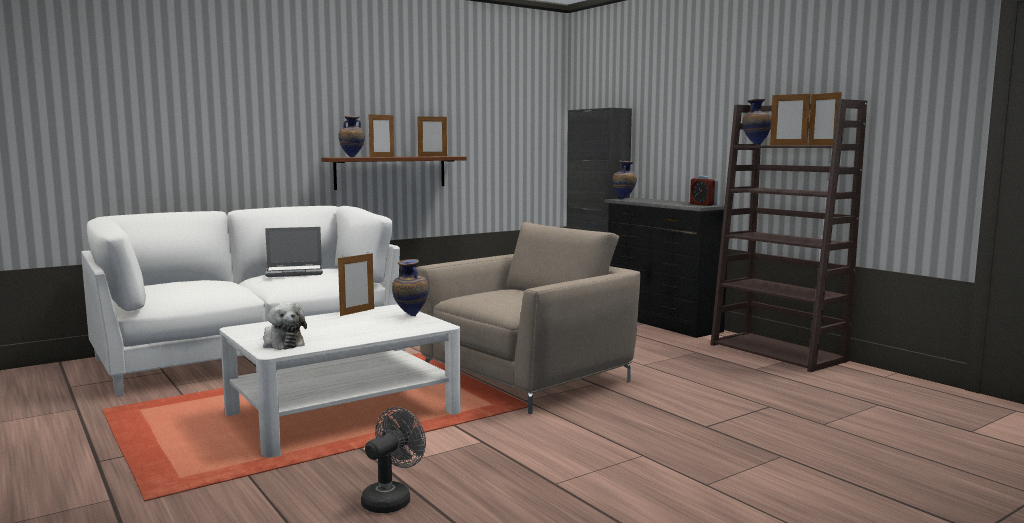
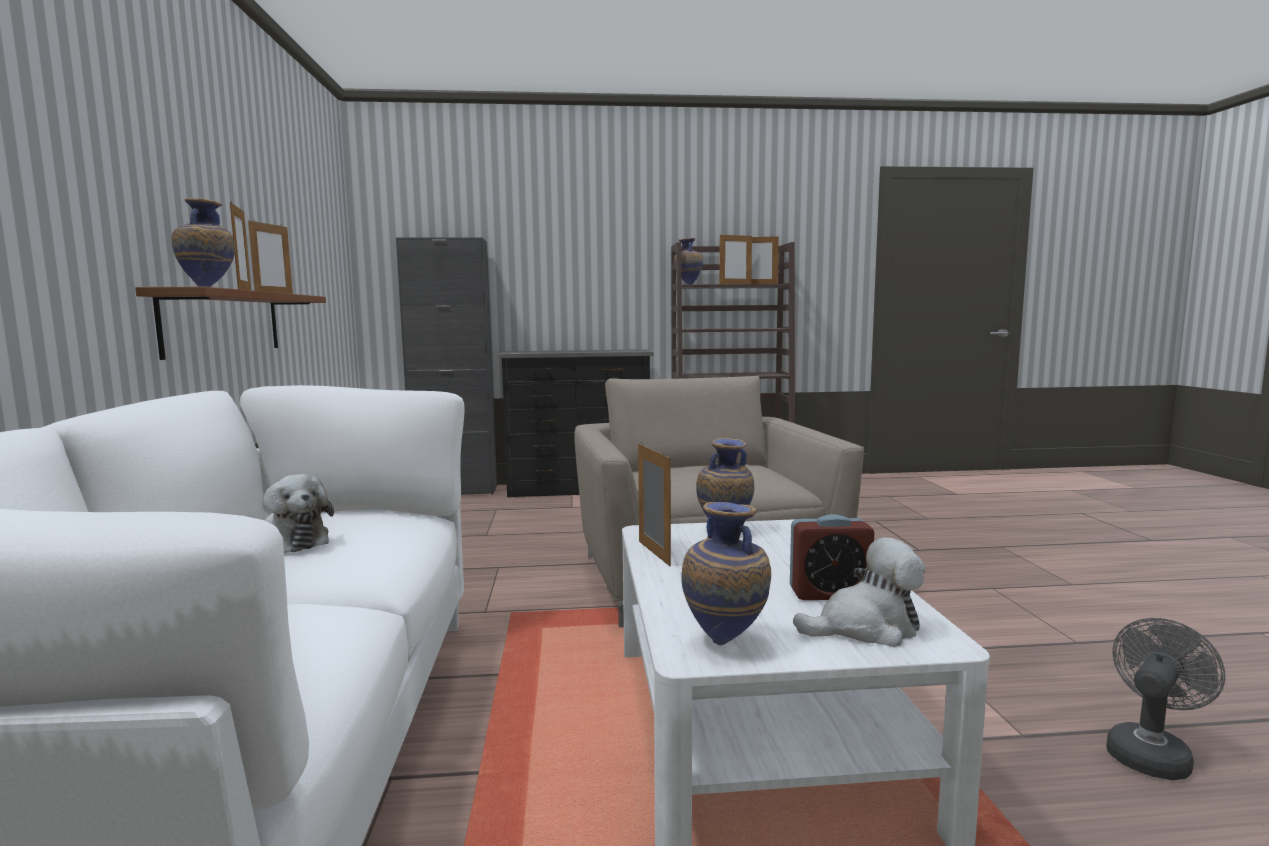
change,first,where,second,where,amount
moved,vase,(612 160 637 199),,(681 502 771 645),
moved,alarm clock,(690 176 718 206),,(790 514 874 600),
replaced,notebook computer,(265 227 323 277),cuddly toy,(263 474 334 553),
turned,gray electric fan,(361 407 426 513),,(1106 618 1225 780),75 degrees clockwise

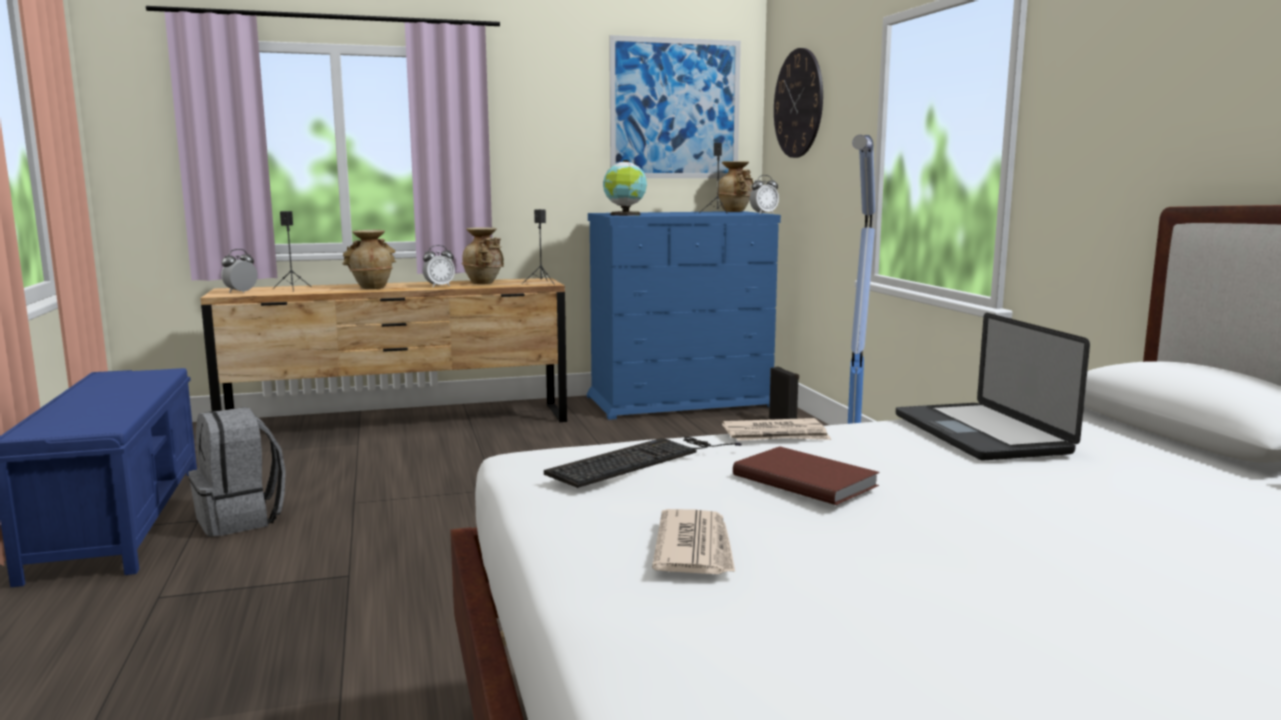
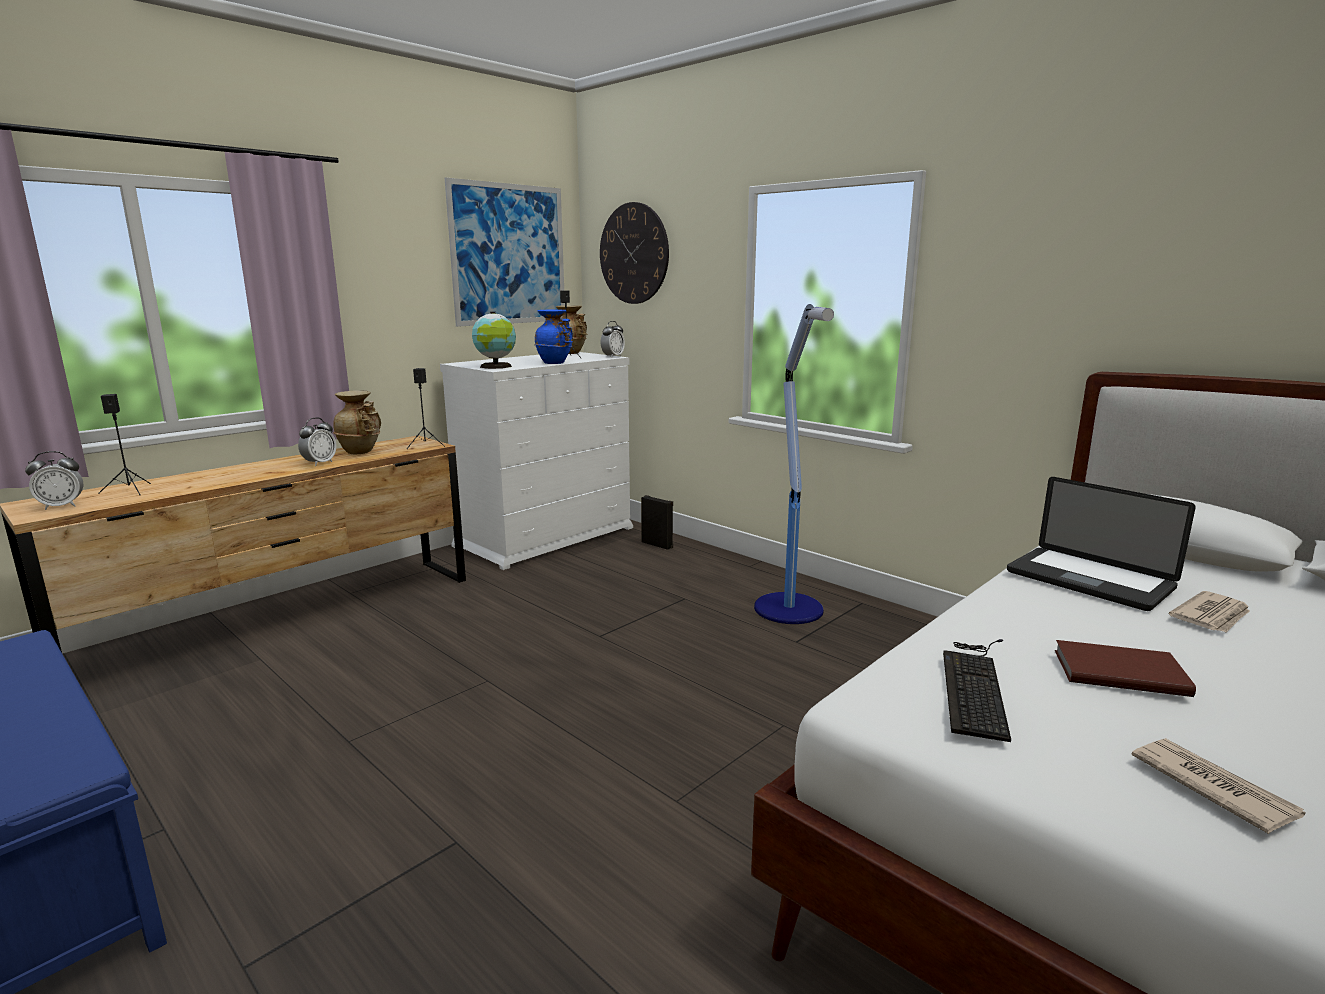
change,first,where,second,where,amount
removed,gray knapsack,(188 407 286 537),,,
removed,beige-coloured vase,(342 230 396 289),,,
added,,,blue-coloured vase,(534 309 573 364),
moved,printed paper,(722 418 831 441),,(1169 591 1250 632),
recoloured,blue-coloured chest of drawers,(587 211 781 420),white-coloured chest of drawers,(440 352 633 570),
turned,alarm clock,(221 249 257 293),,(25 451 83 510),120 degrees counterclockwise

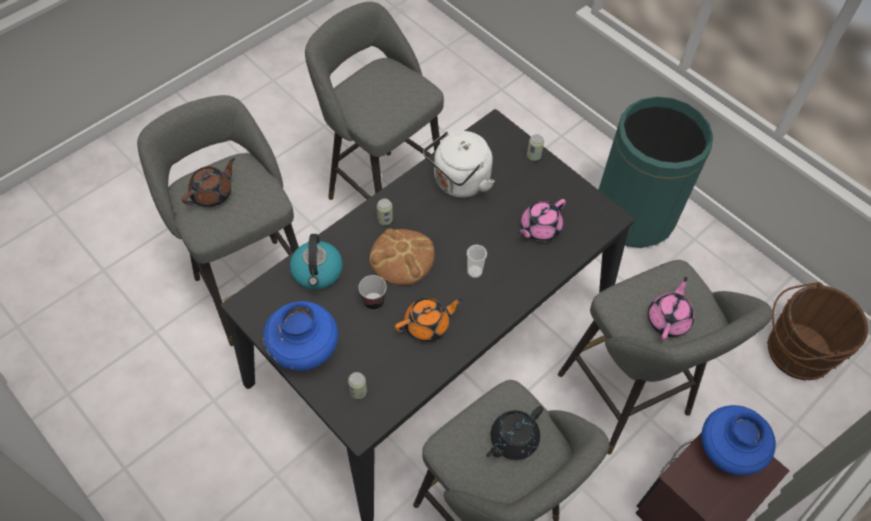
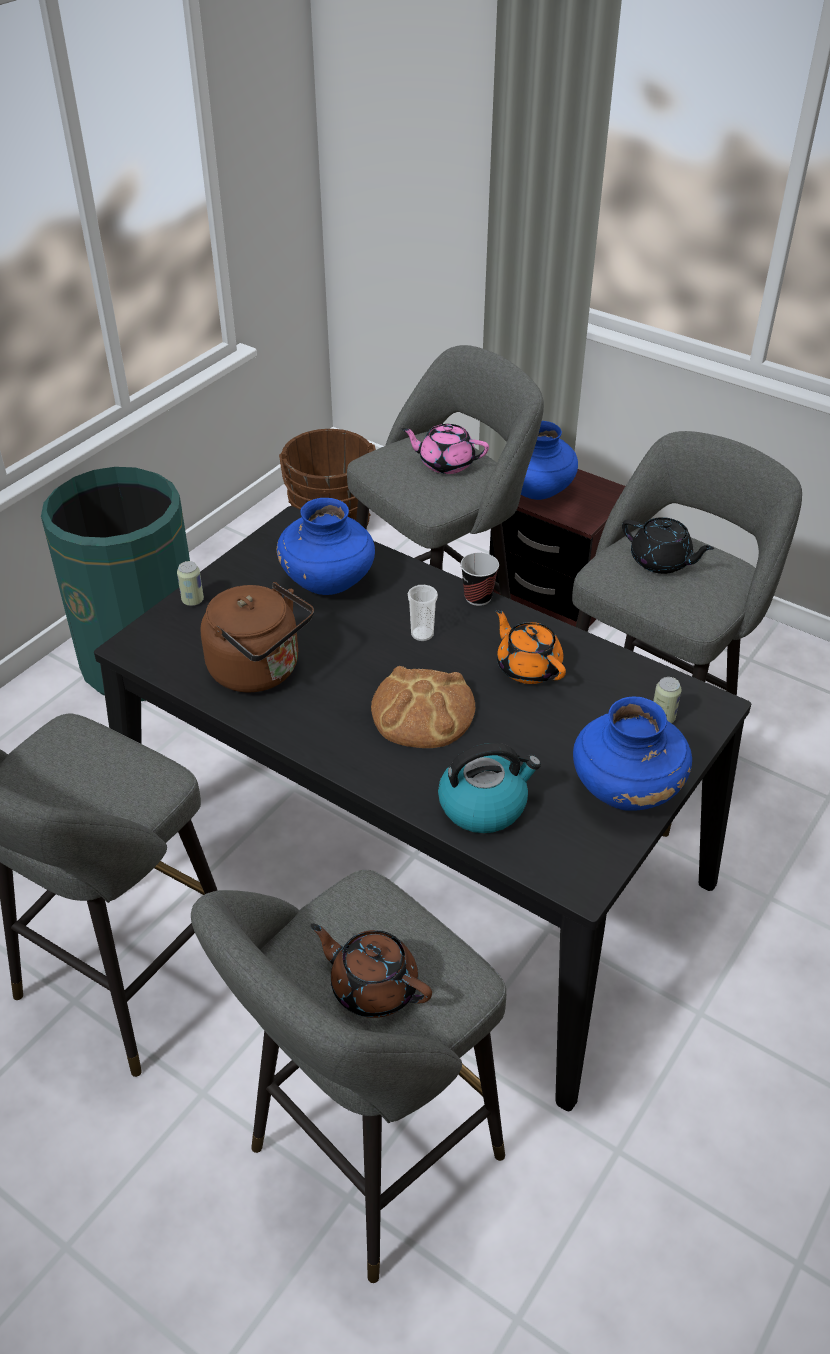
change,first,where,second,where,amount
removed,metal can,(377 199 393 225),,,
moved,cup,(359 275 386 310),,(461 553 499 606),
replaced,pink-coloured teapot,(518 199 566 242),blue-coloured vase,(277 498 375 595),
recoloured,white-coloured kettle,(423 131 494 198),brown-coloured kettle,(200 582 314 692),

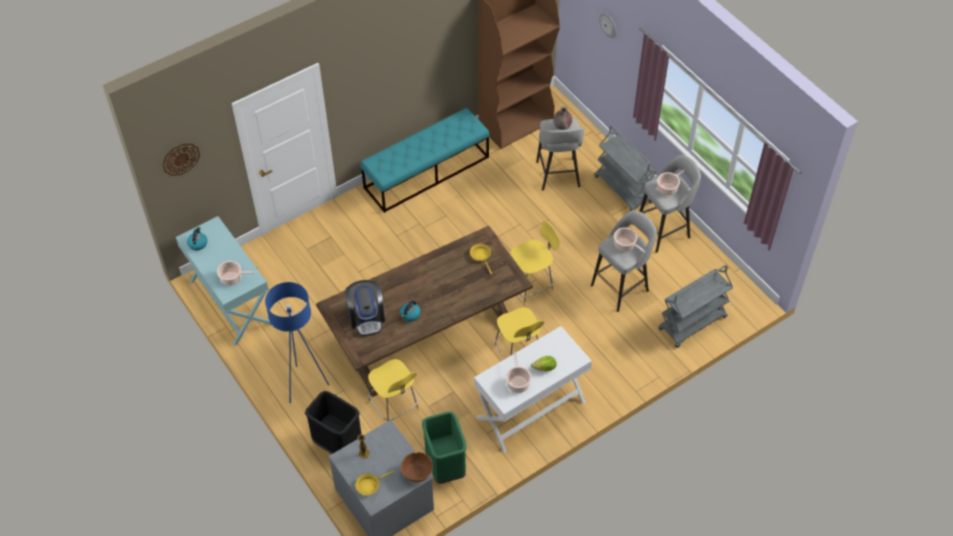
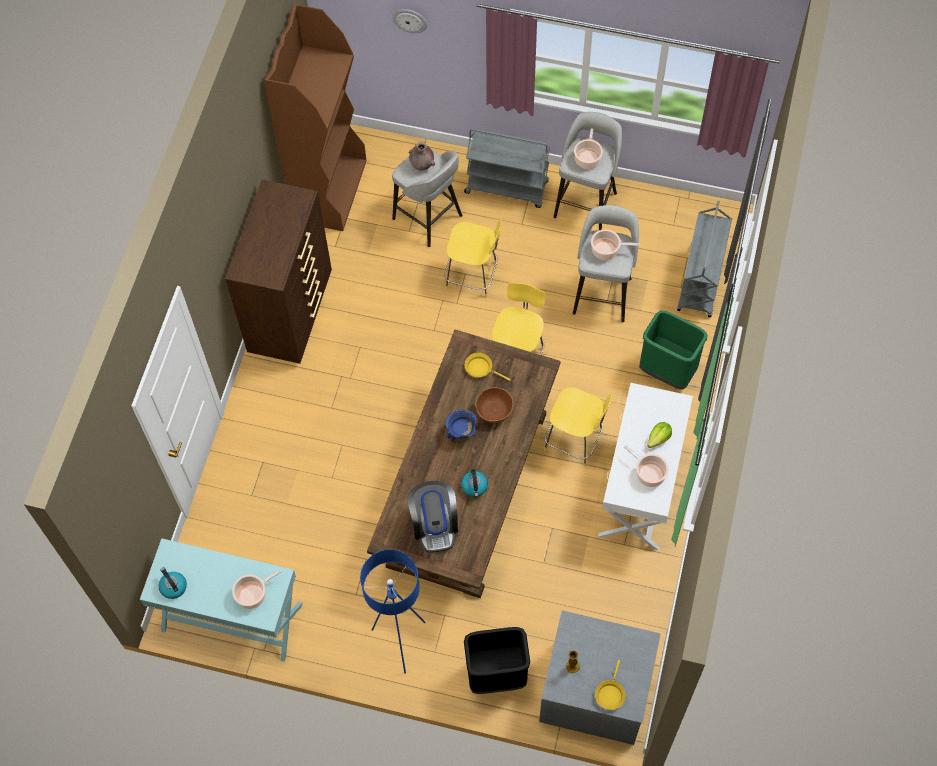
change,first,where,second,where,amount
removed,hanging clock,(162 143 200 176),,,
added,,,blue-coloured stockpot,(446 409 476 442),
moved,yellow chair,(368 359 419 421),,(444 216 503 298),
moved,brown-coloured serving bowl,(401 452 433 482),,(475 387 514 423),
moved,greenish rubbish bin,(422 412 467 484),,(639 310 707 390),
replaced,blue-green long seat,(360 108 490 213),brown-coloured chest of drawers,(225 180 332 364),
turned,coffee machine,(345 280 385 336),,(408 481 458 553),45 degrees clockwise

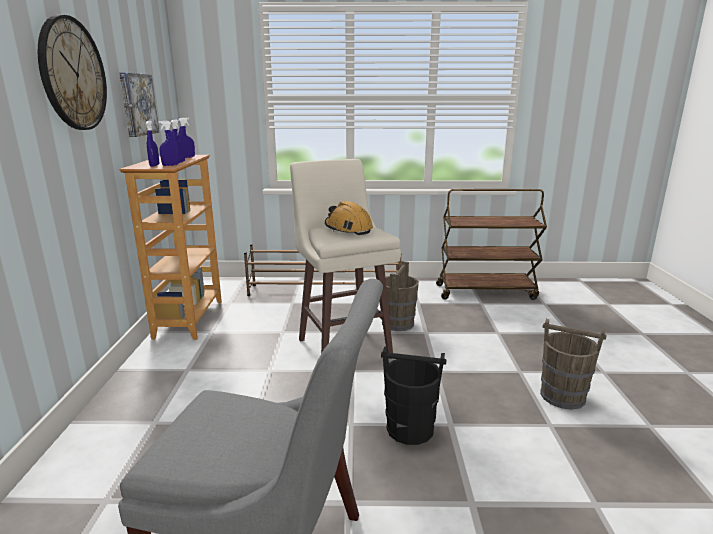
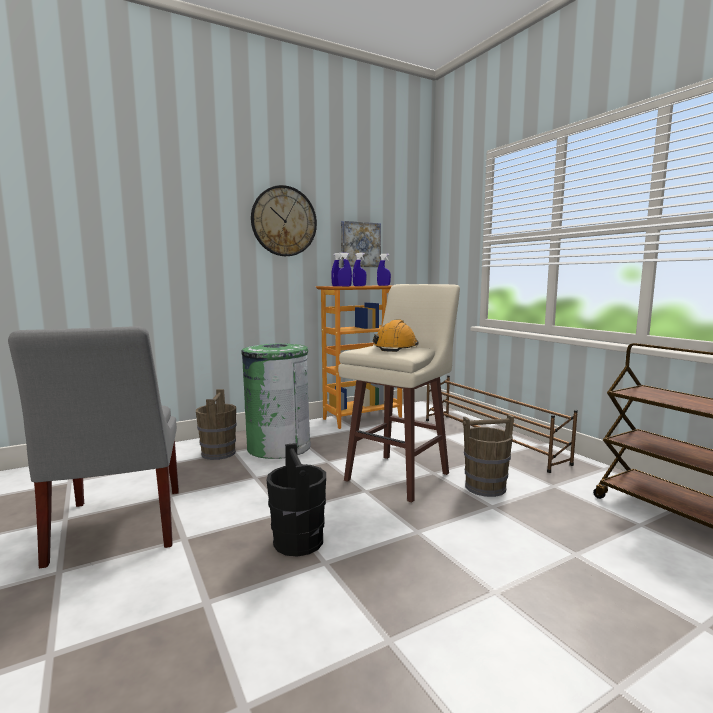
change,first,where,second,where,amount
added,,,greenish rubbish bin,(241 343 311 459),
moved,brown-coloured water bucket,(540 319 606 410),,(196 389 237 460),

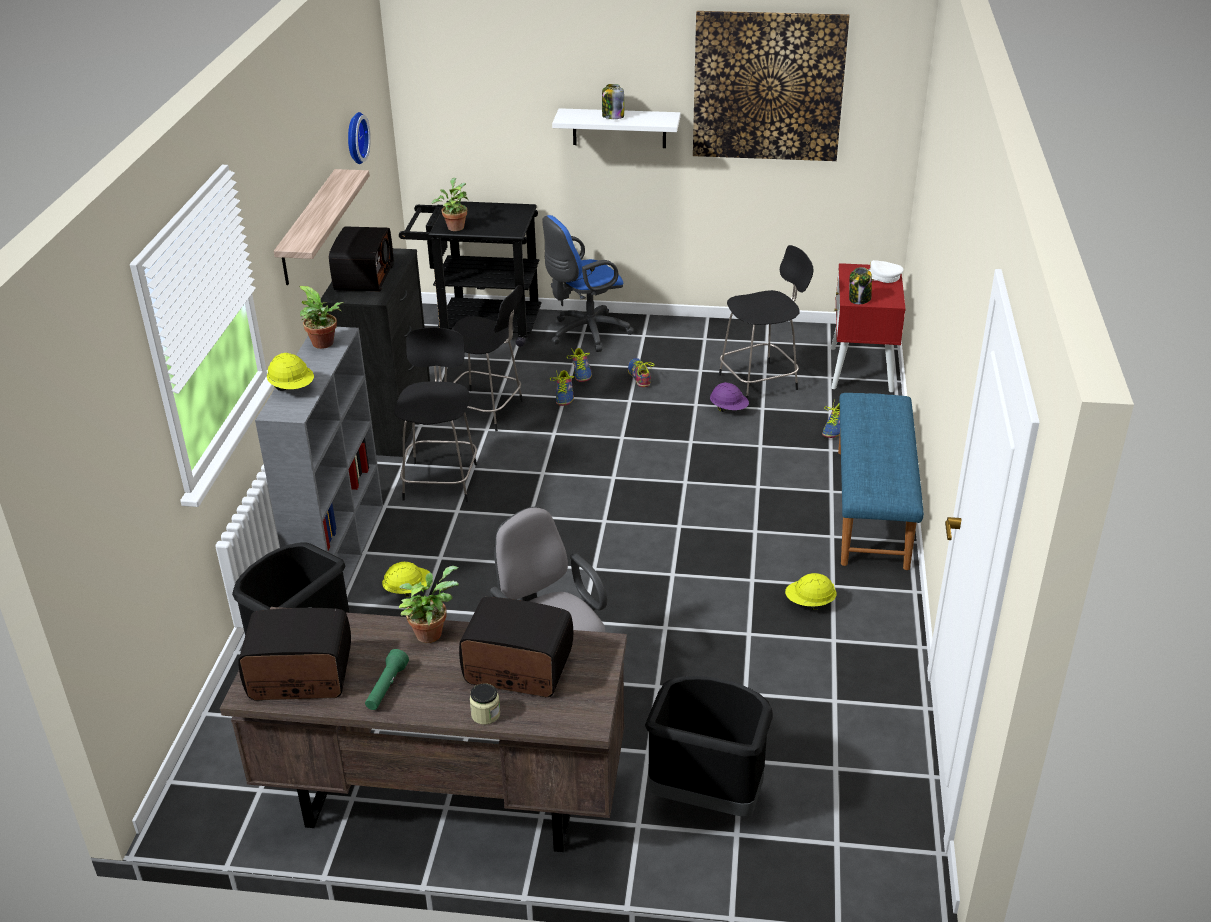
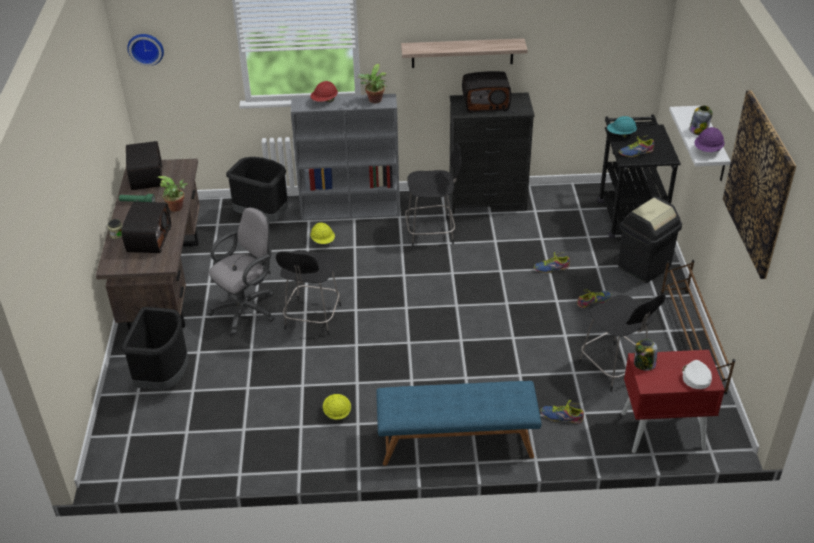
change,first,where,second,where,amount
added,,,brown-coloured shoe rack,(661 260 735 394),
moved,hanging clock,(348 112 371 164),,(127 34 164 66),
moved,black-coloured stool seat,(444 285 523 432),,(276 250 341 336),
moved,low shoe,(567 348 592 382),,(619 135 654 157),
moved,purple hard hat,(710 382 749 412),,(694 127 725 152),
replaced,potted plant,(431 178 468 231),blue-green hard hat,(607 116 637 138),
replaced,blue-coloured office chair,(543 215 634 352),black-coloured rubbish bin,(618 197 682 283),
recoloured,yellow hard hat,(267 353 314 391),red hard hat,(311 81 338 102),

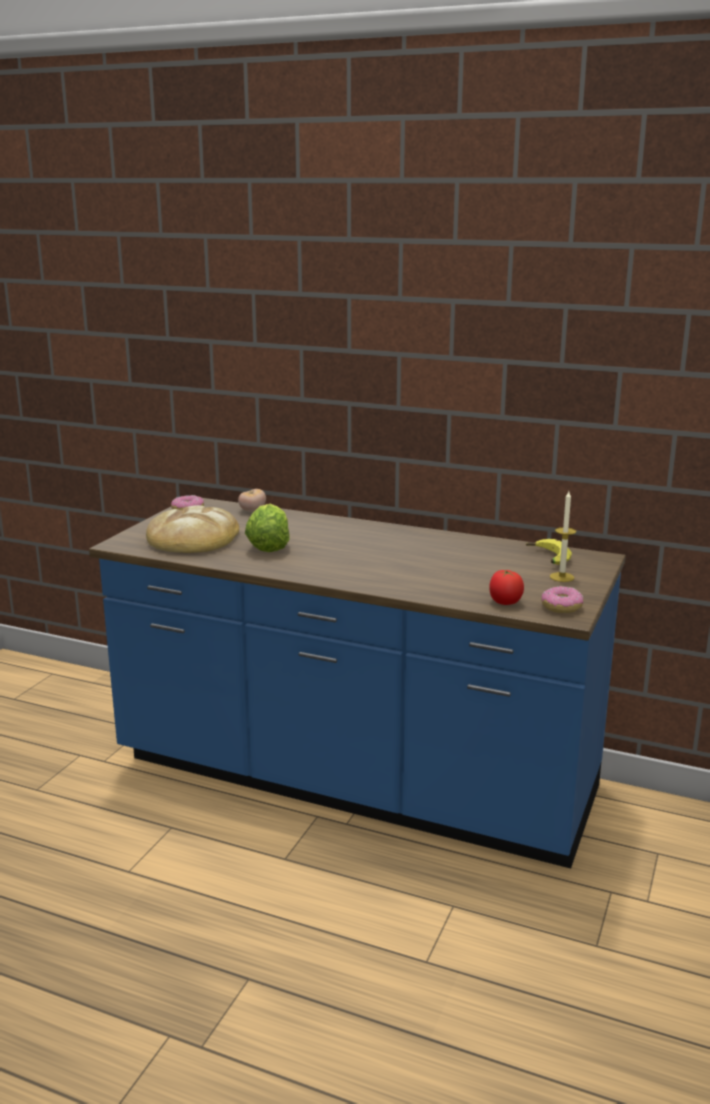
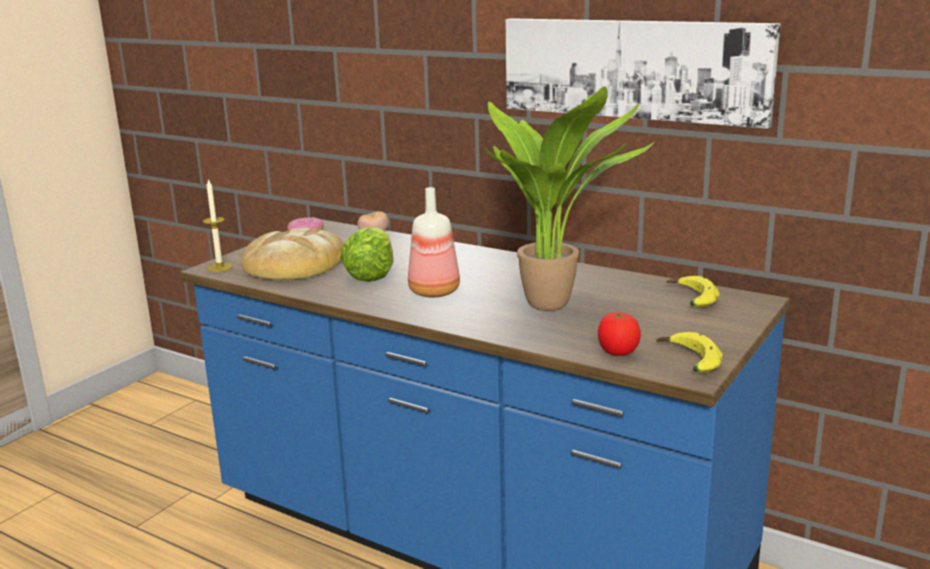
change,first,where,second,where,amount
added,,,beverage bottle,(408 187 460 297),
added,,,potted plant,(485 87 654 311),
added,,,wall picture,(506 18 781 129),
moved,wax candle,(550 491 576 582),,(203 178 233 272),
replaced,ring doughnut,(541 586 583 613),banana fruit,(656 332 722 373),

